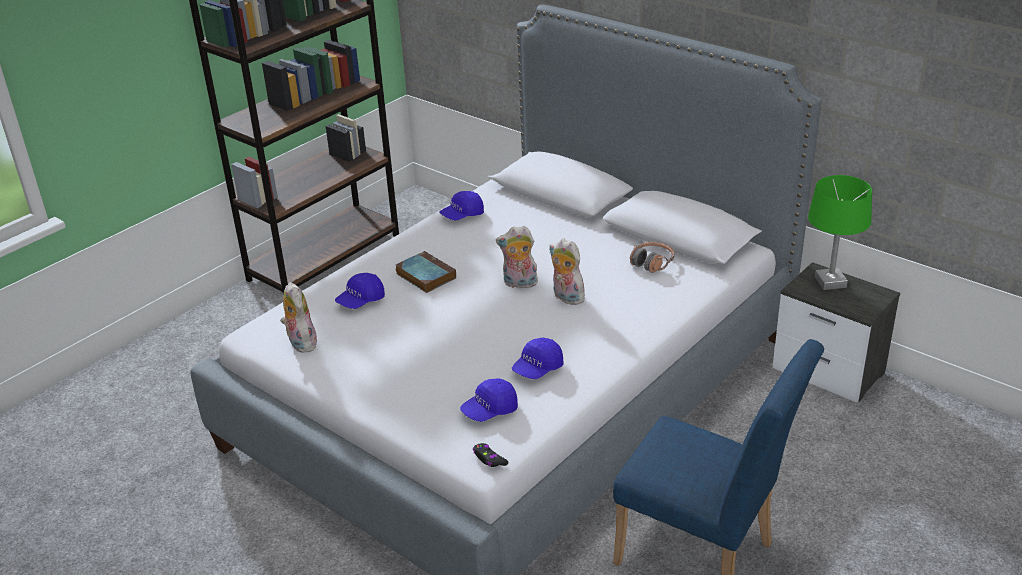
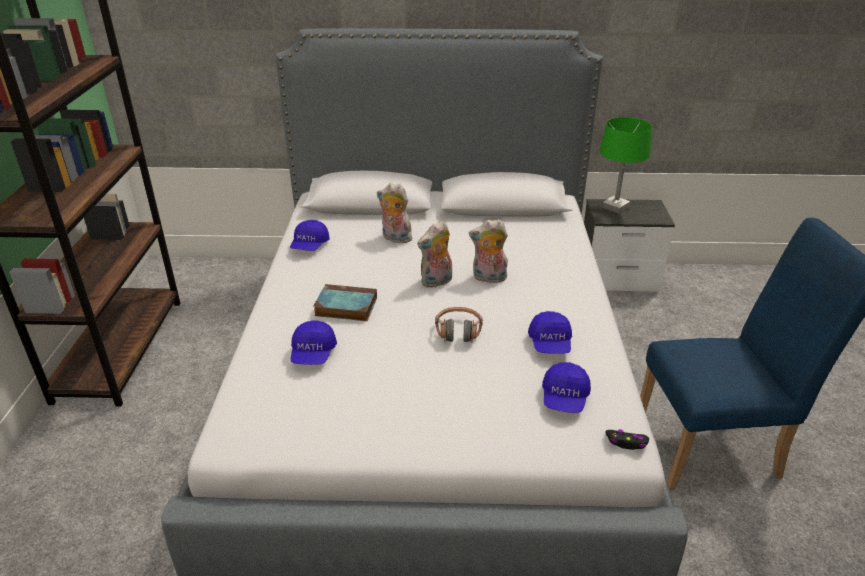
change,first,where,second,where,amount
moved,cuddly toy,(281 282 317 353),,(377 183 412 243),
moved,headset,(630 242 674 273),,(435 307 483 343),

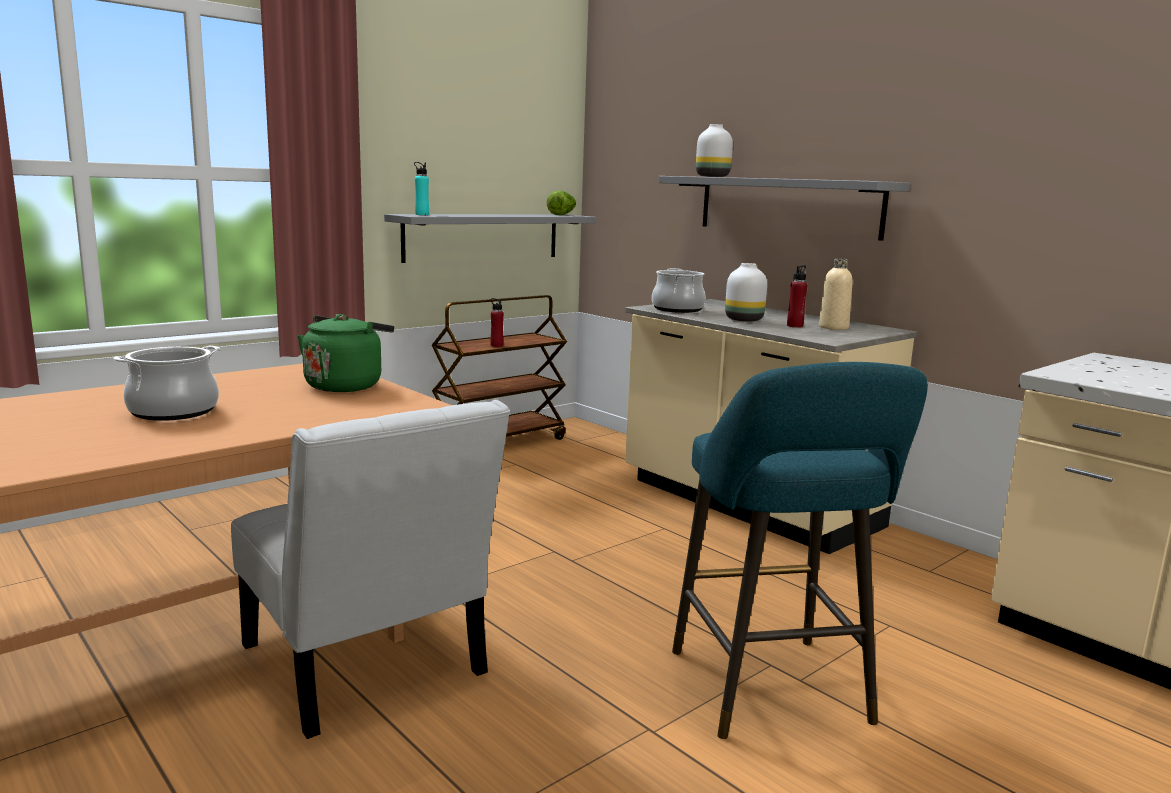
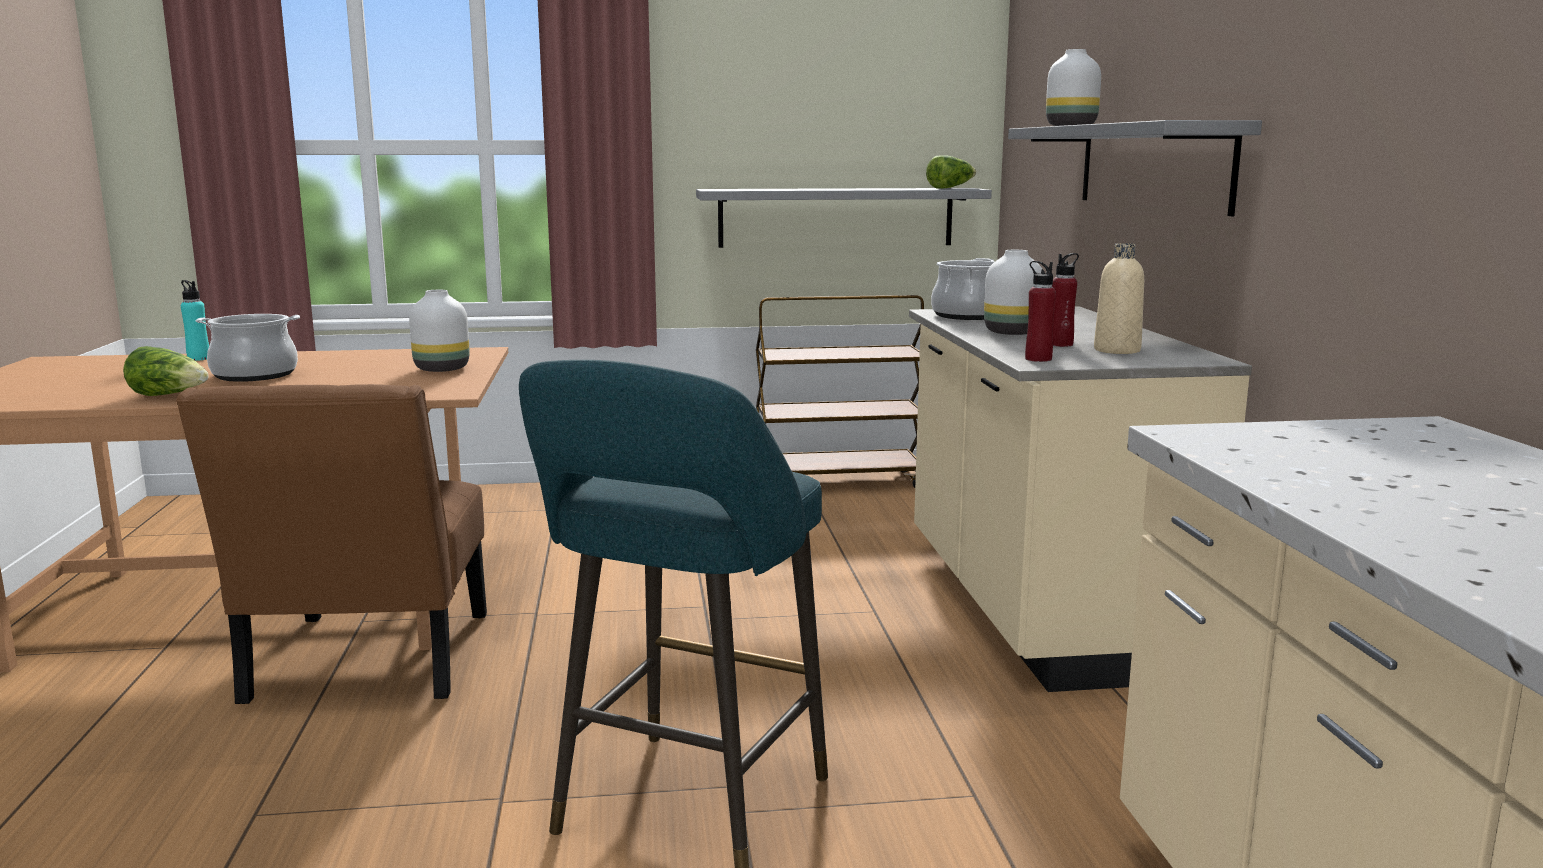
change,first,where,second,where,amount
added,,,head of lettuce,(123 346 209 396),
moved,blue-green beverage bottle,(414 162 429 215),,(181 280 209 361),
moved,red beverage bottle,(490 298 504 347),,(1025 261 1056 362),
replaced,greenish kettle,(297 314 394 392),white-coloured vase,(409 290 470 372),
recoloured,white-coloured chair,(231 400 510 739),brown-coloured chair,(176 384 487 704),

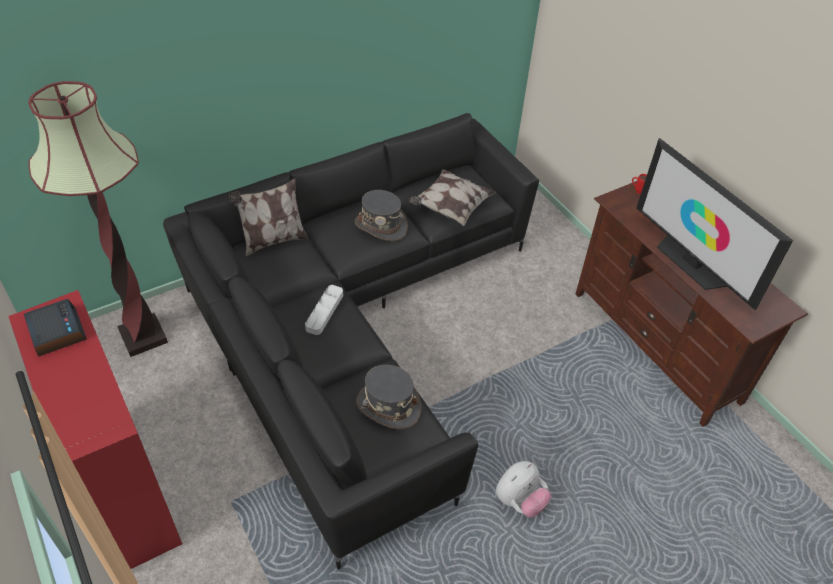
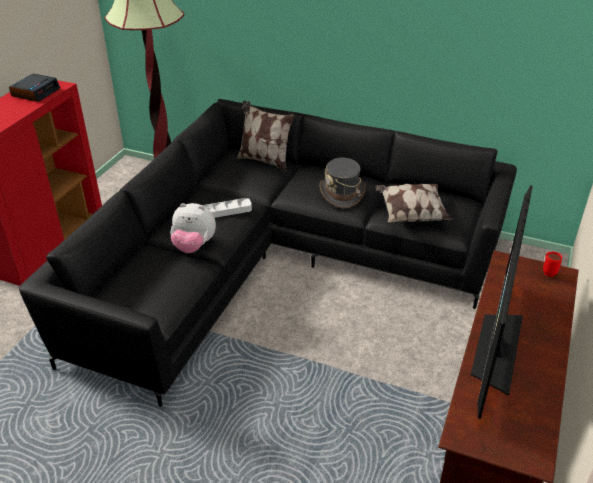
change,first,where,second,where,amount
removed,gray clothing hat,(356 365 421 429),,,
moved,cuddly toy,(496 461 552 518),,(170 203 216 253),

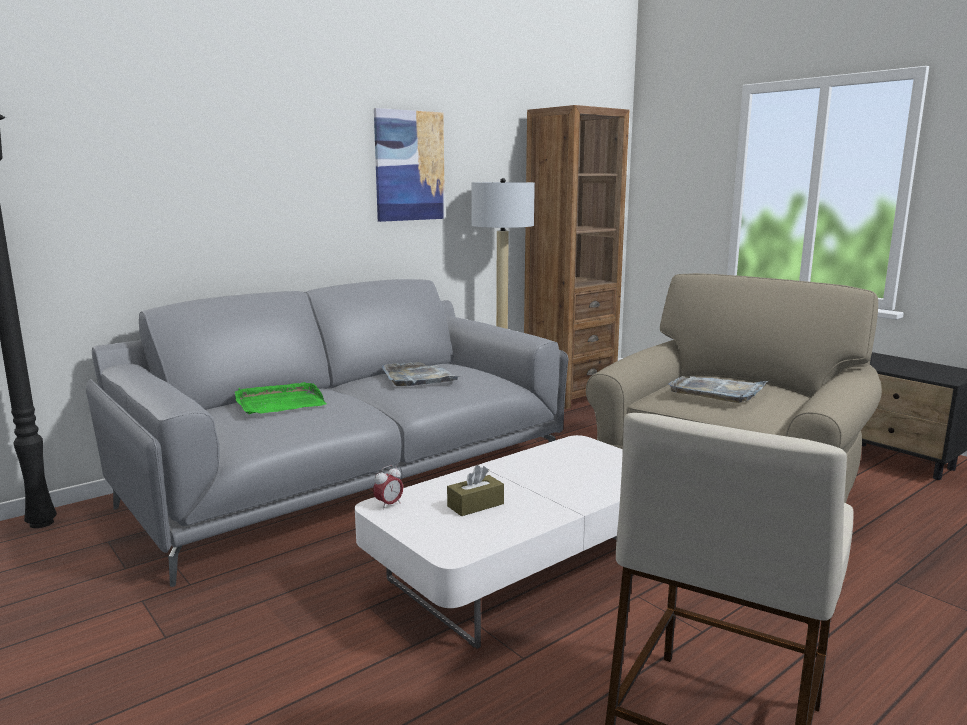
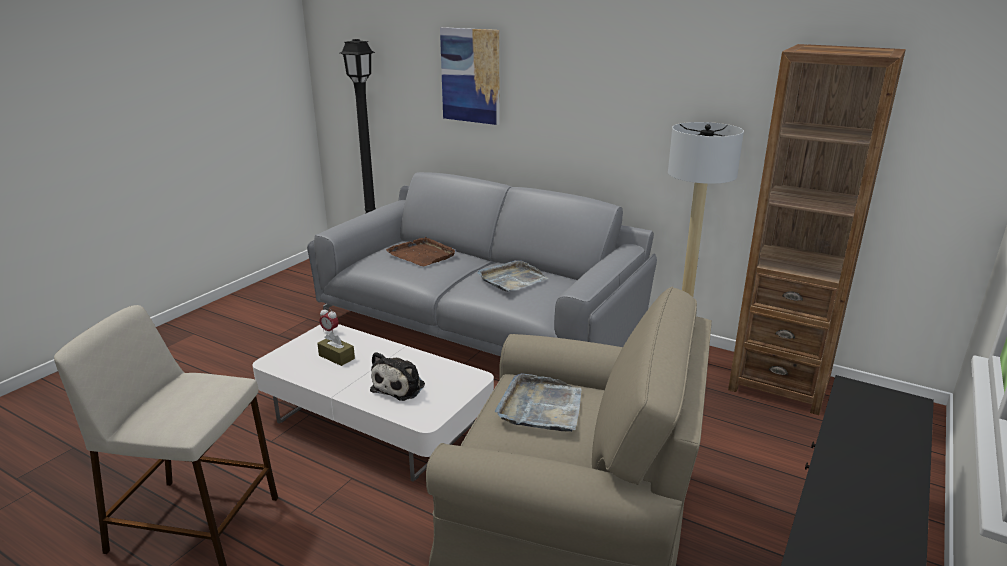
change,first,where,second,where,amount
added,,,cuddly toy,(370 352 425 401),
moved,wall picture,(374 108 445 222),,(440 27 499 125),
recoloured,greenish serving tray,(235 382 326 414),brown-coloured serving tray,(386 237 456 266),

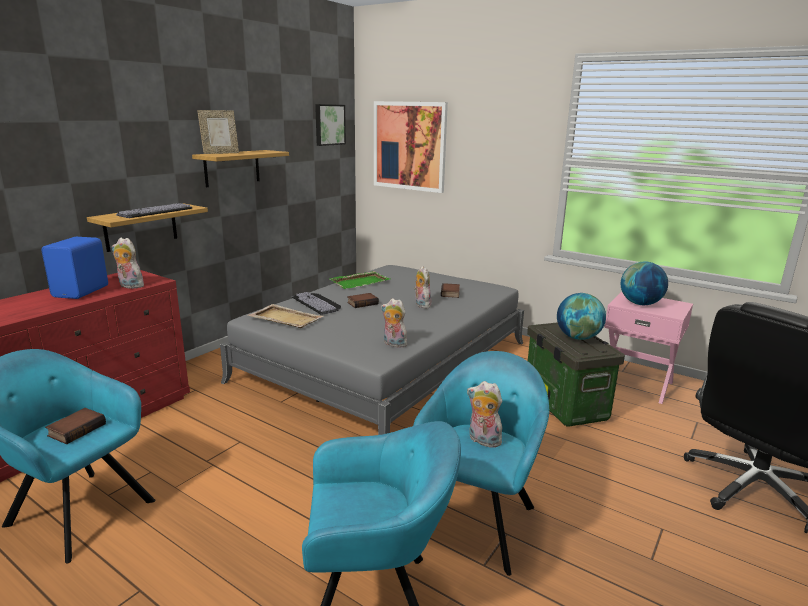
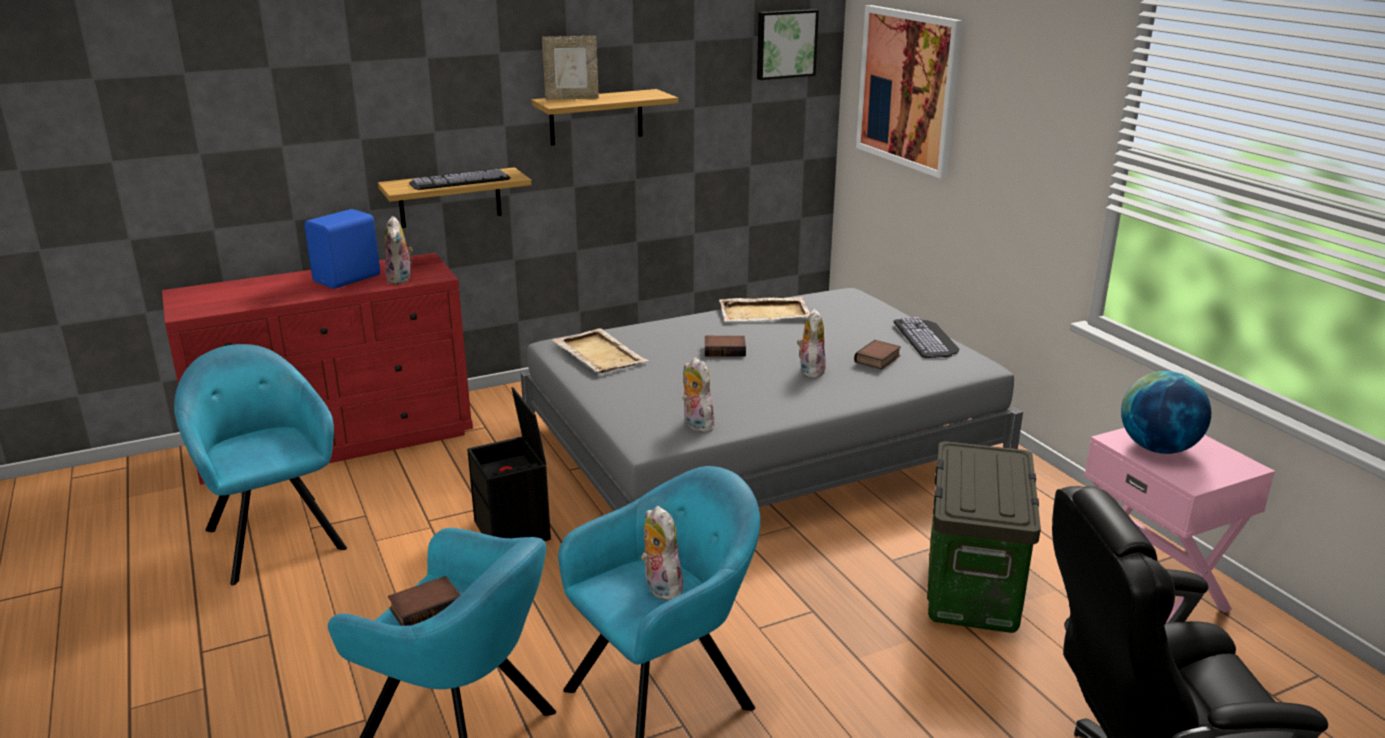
change,first,where,second,where,amount
removed,globe,(557 293 606 340),,,
added,,,black-coloured storage box,(467 387 551 541),
moved,bound book,(45 408 106 444),,(388 576 461 626),
moved,PC keyboard,(292 292 341 315),,(893 317 960 358),
recoloured,greenish serving tray,(330 271 390 289),beige-coloured serving tray,(719 297 810 321),
turned,cuddly toy,(112 238 144 289),,(385 216 413 285),150 degrees counterclockwise

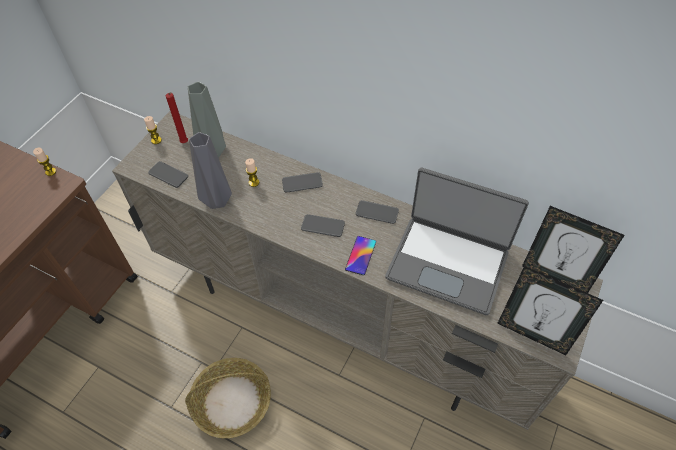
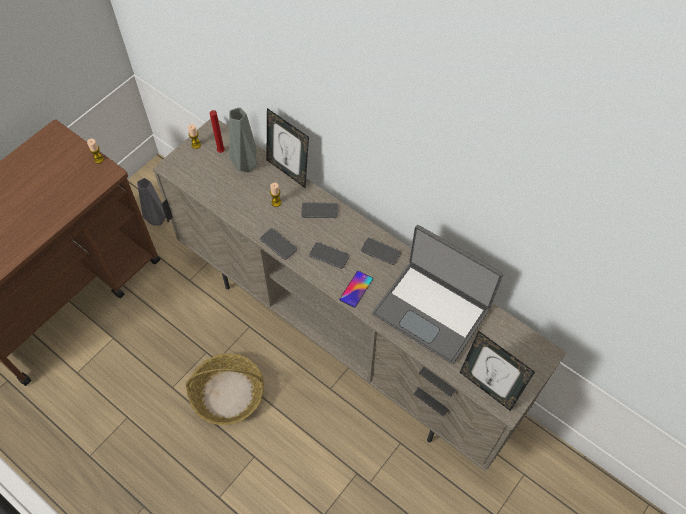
change,first,where,second,where,amount
moved,telephone,(148 161 188 188),,(260 228 297 260),
moved,gray vase,(189 132 232 209),,(137 178 166 225),
moved,standing frame,(522 206 625 293),,(266 108 309 188),

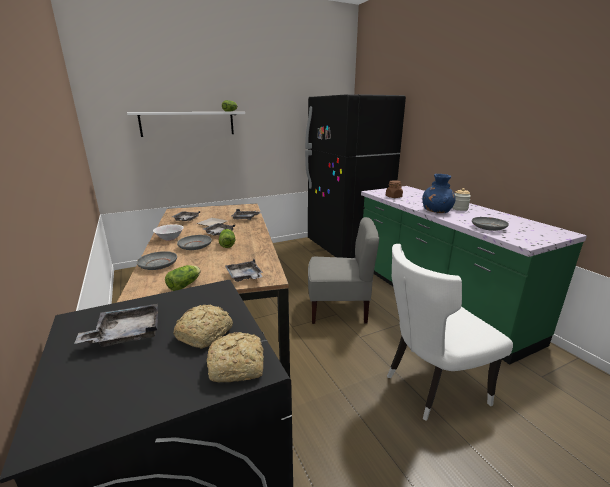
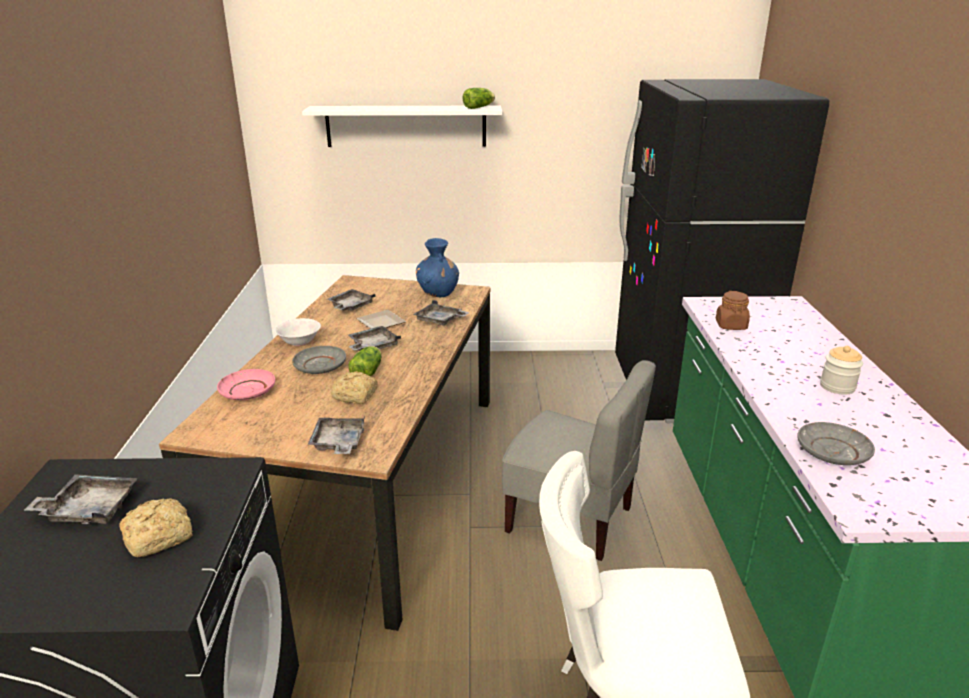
change,first,where,second,where,amount
removed,head of lettuce,(165 265 201 291),,,
moved,baked bread,(207 332 264 383),,(331 371 378 404),
moved,blue-coloured vase,(423 174 456 213),,(416 238 459 297),
recoloured,gray flat dish,(137 251 177 270),pink-coloured flat dish,(217 369 275 400),

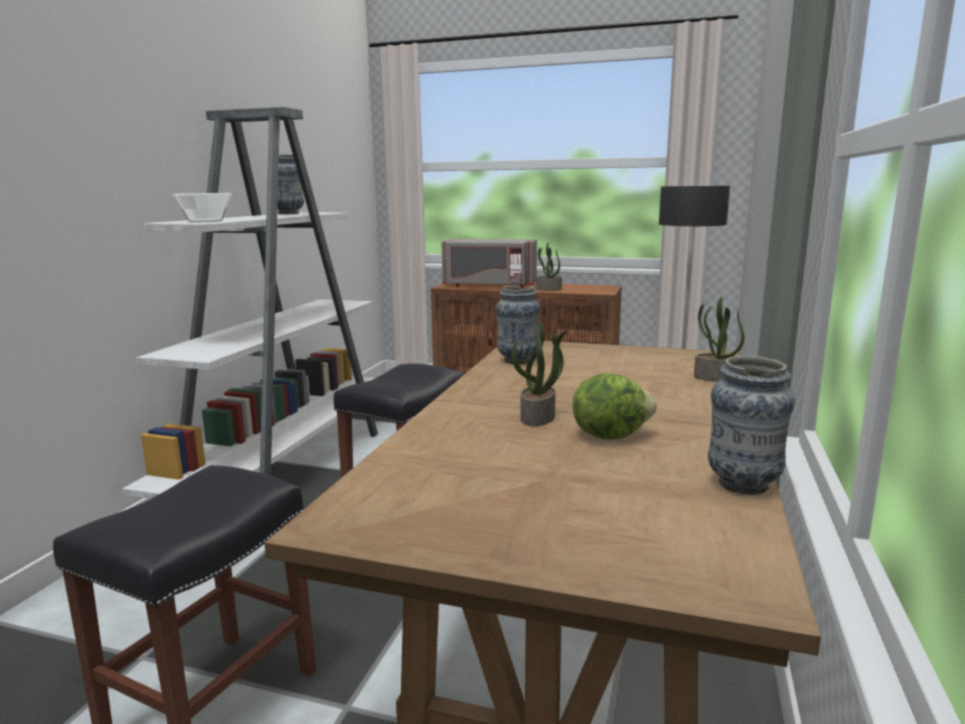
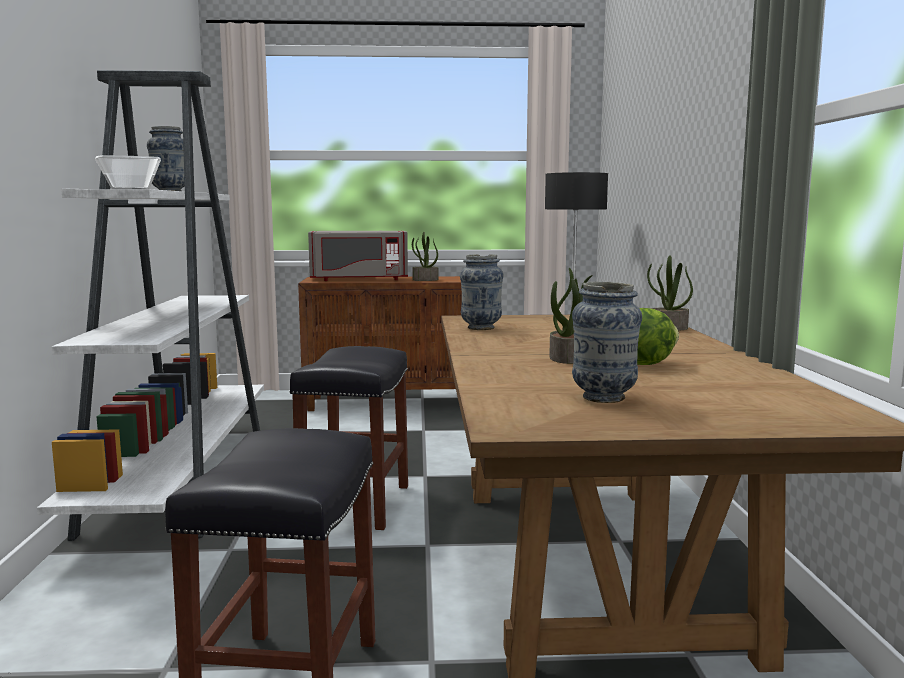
change,first,where,second,where,amount
moved,vase,(708 356 795 495),,(572 282 642 403),

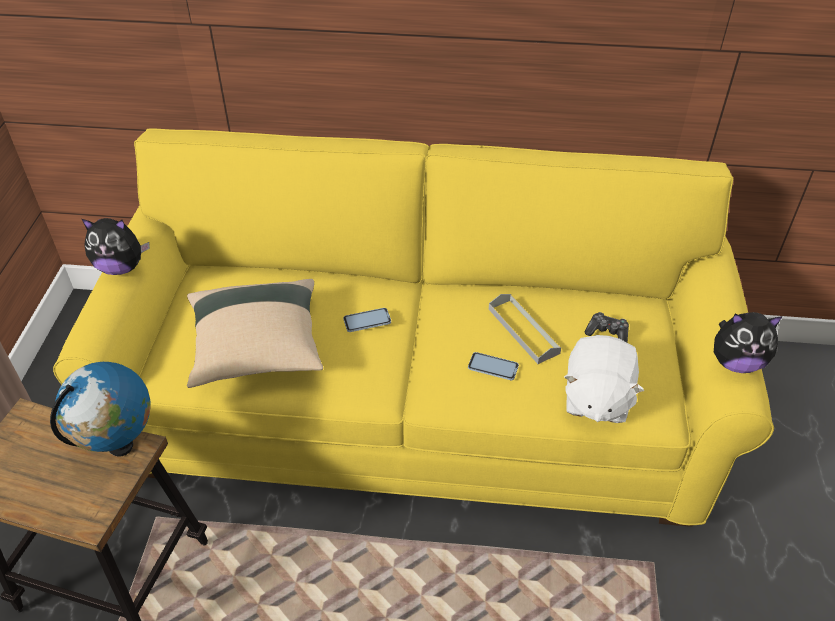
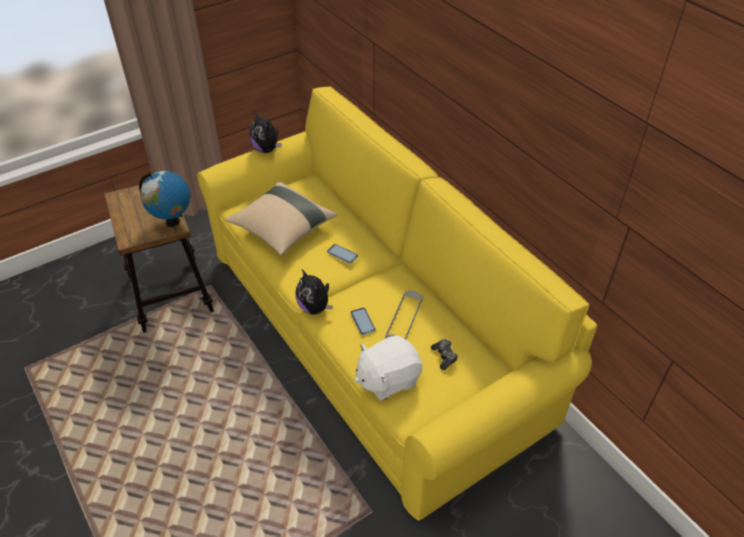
change,first,where,second,where,amount
moved,cuddly toy,(714 312 783 373),,(296 269 333 315),

